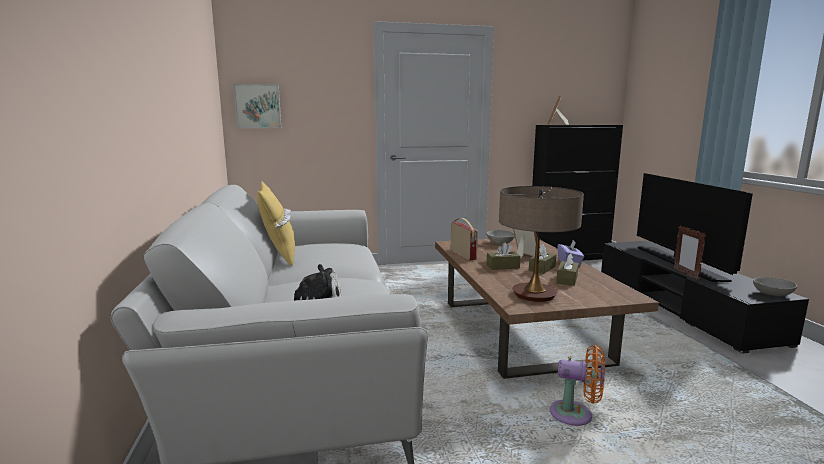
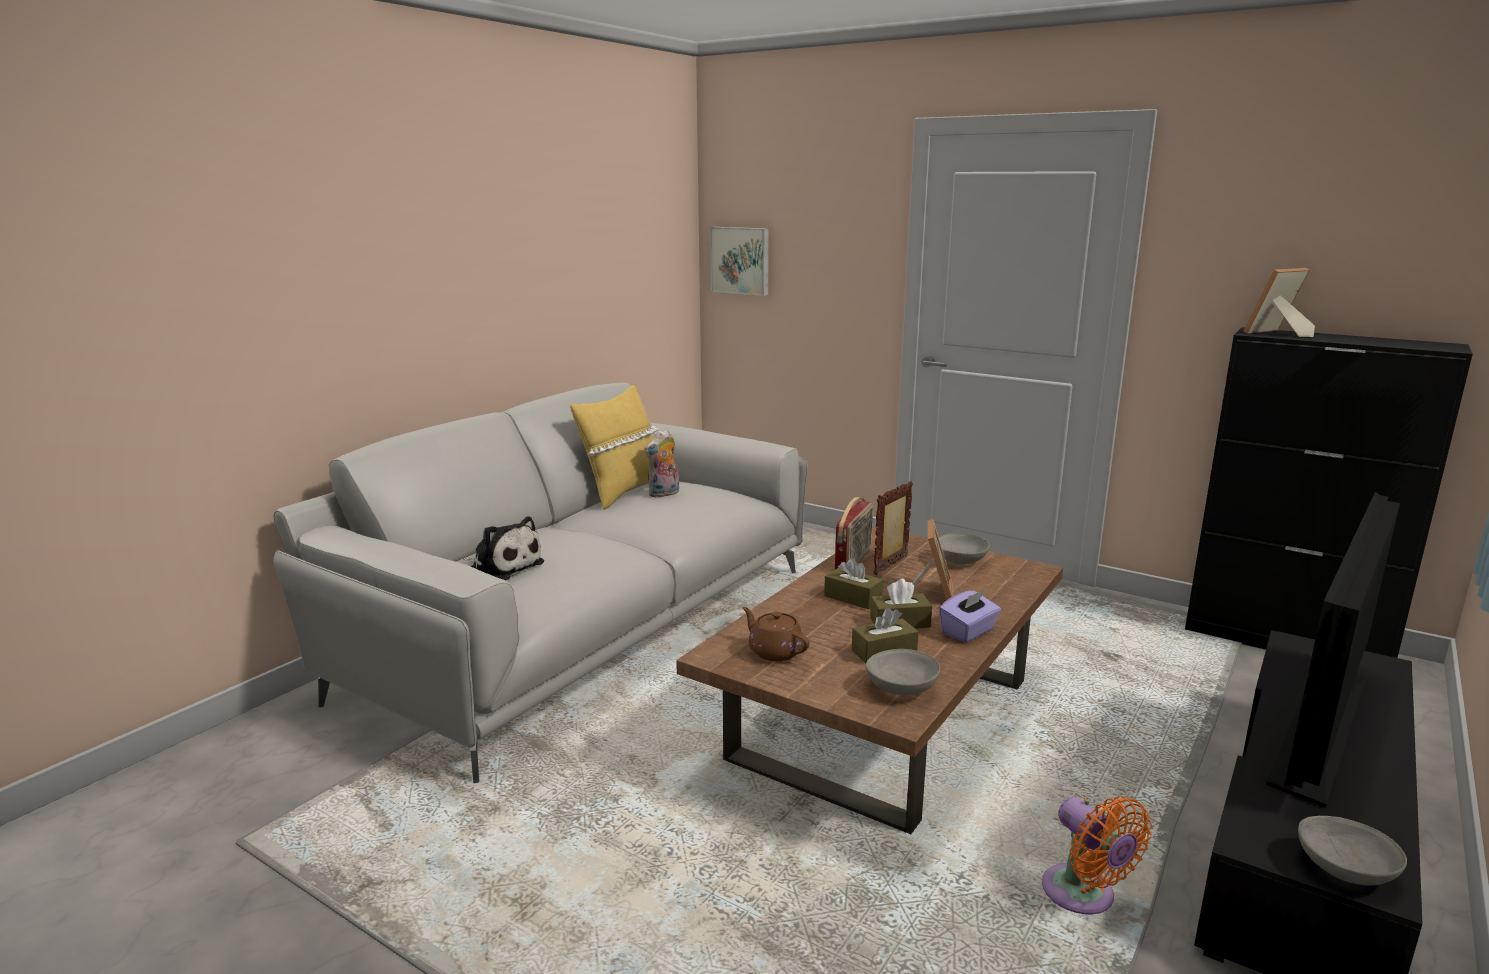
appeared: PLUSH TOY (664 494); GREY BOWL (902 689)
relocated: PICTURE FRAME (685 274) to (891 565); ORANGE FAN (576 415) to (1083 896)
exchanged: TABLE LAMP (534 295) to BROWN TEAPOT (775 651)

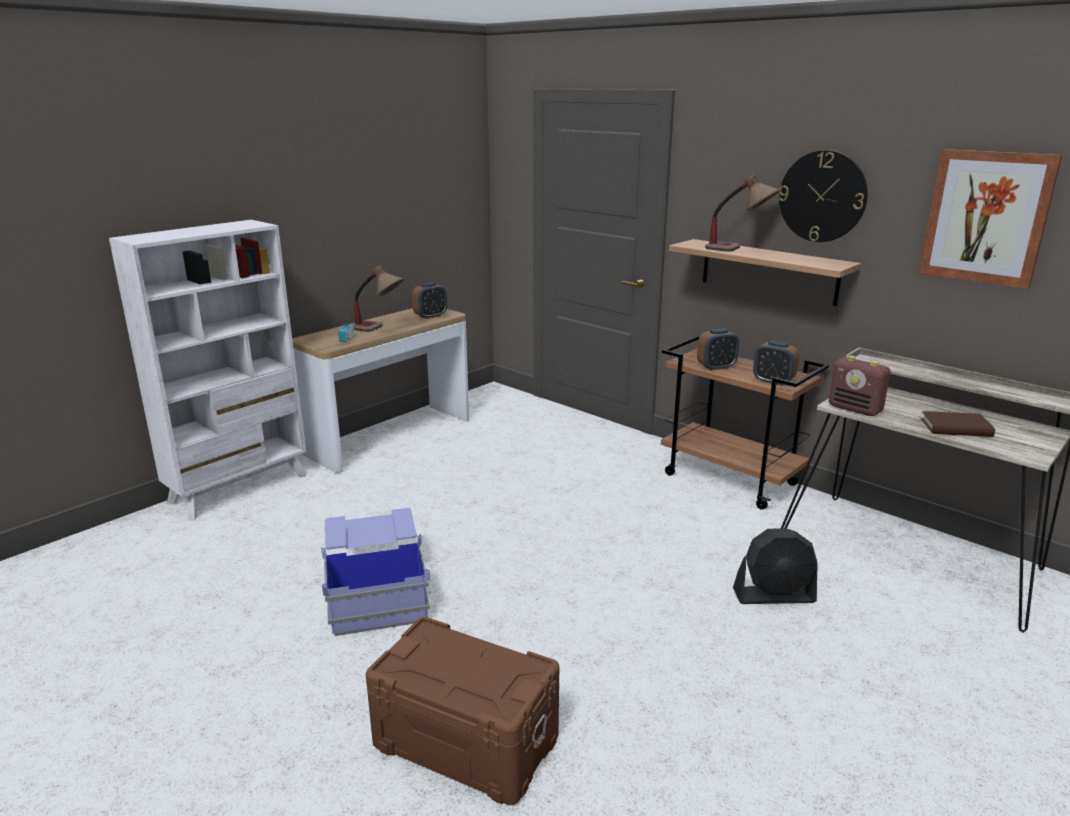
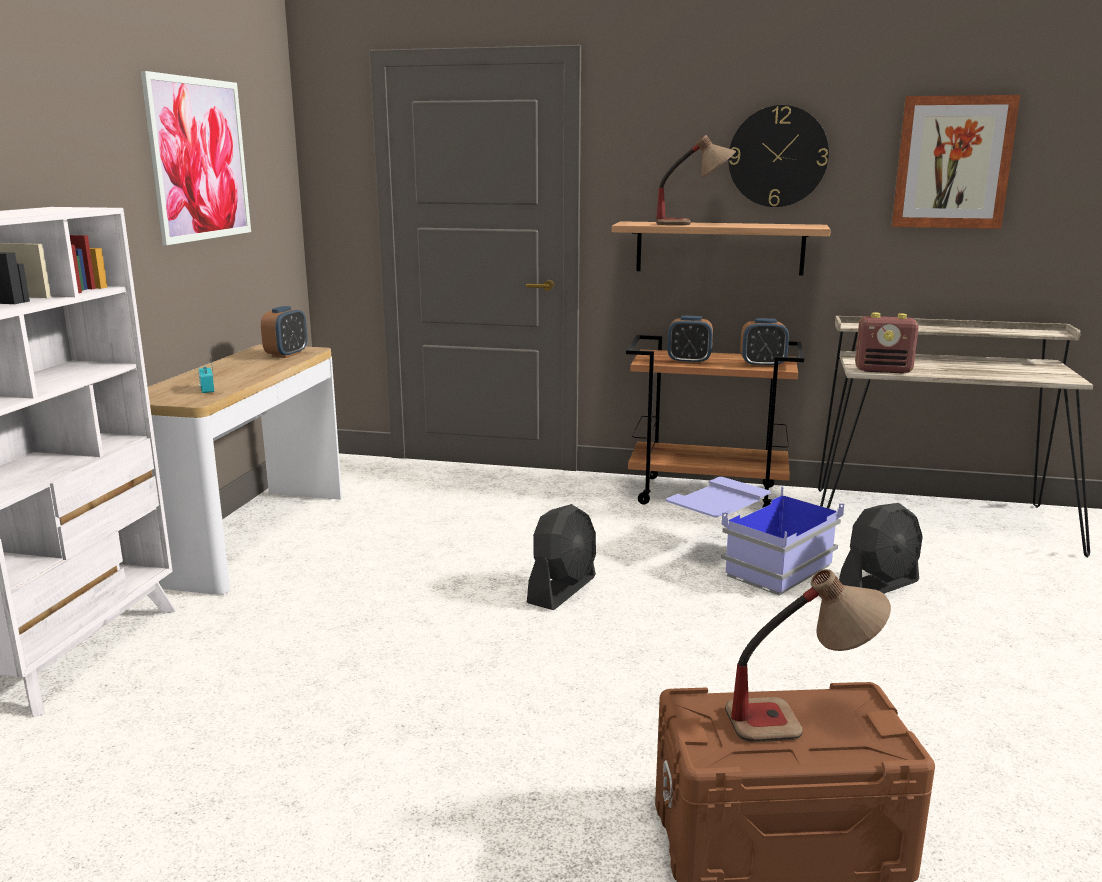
missing: BROWN BOOK (956 428)
appeared: PICTURE (199 159); BLACK FAN (562 590)
relocated: TABLE LAMP (379 329) to (800 720); BLUE STORAGE BOX (376 591) to (747 559)
spun: ALARM CLOCK (716 367) = (689 362) 60 degrees clockwise

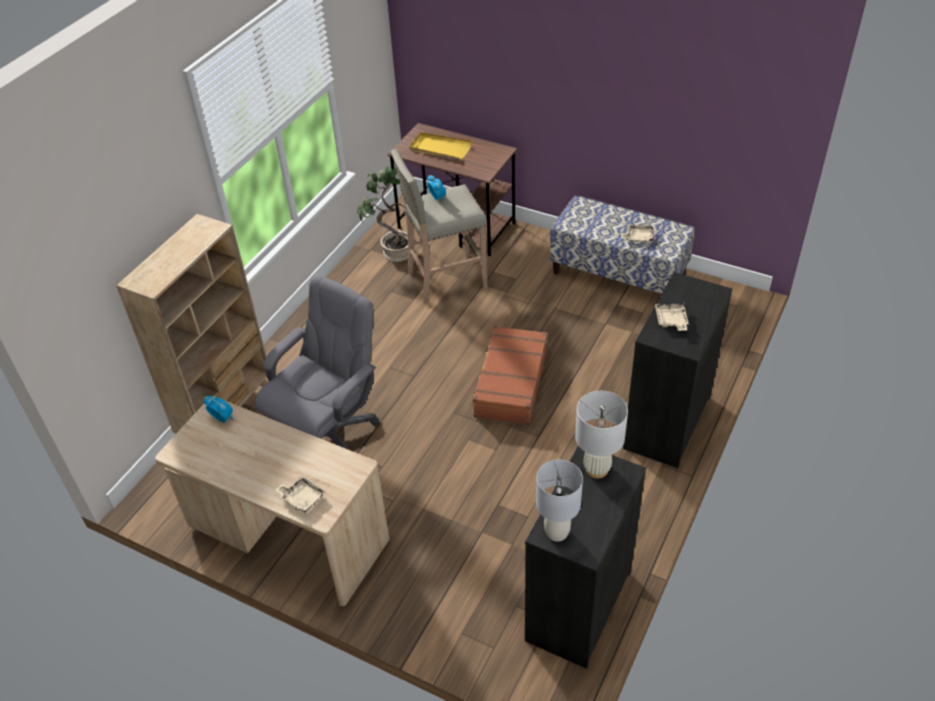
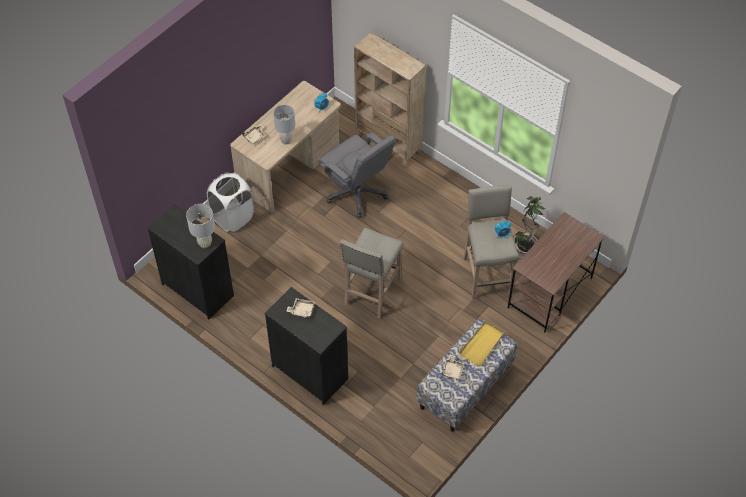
appeared: WHITE LAUNDRY BASKET (232 217)
relocated: YELLOW TRAY (440 148) to (482 344); GREY TABLE LAMP (557 533) to (286 140)
exchanged: BROWN SUITCASE (510 383) to BEIGE STOOL (371 293)

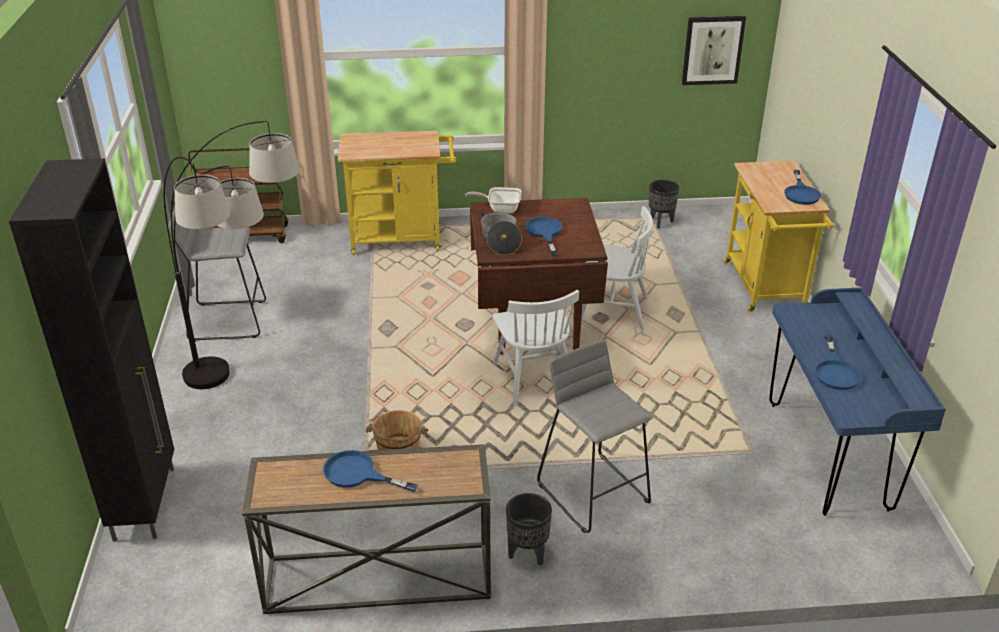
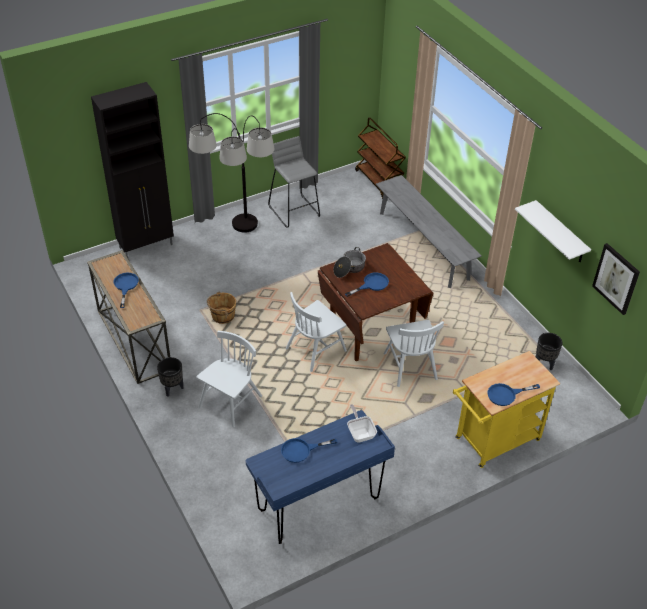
appeared: WHITE SHELF (560 233)
relocated: FRYING PAN (500 209) to (360 433)
exchanged: YELLOW CART (402 239) to GREY BENCH (423 245); GREY STOOL (593 492) to WHITE CHAIR (230 402)

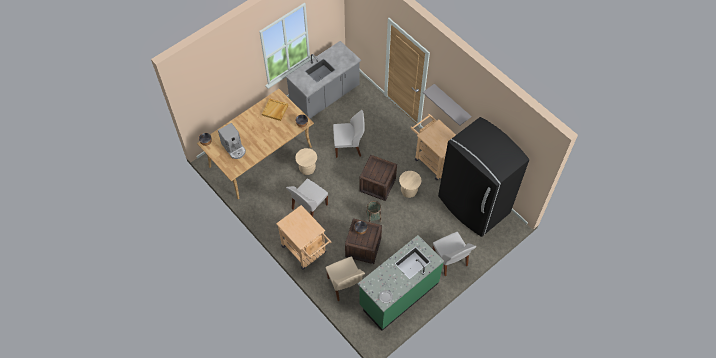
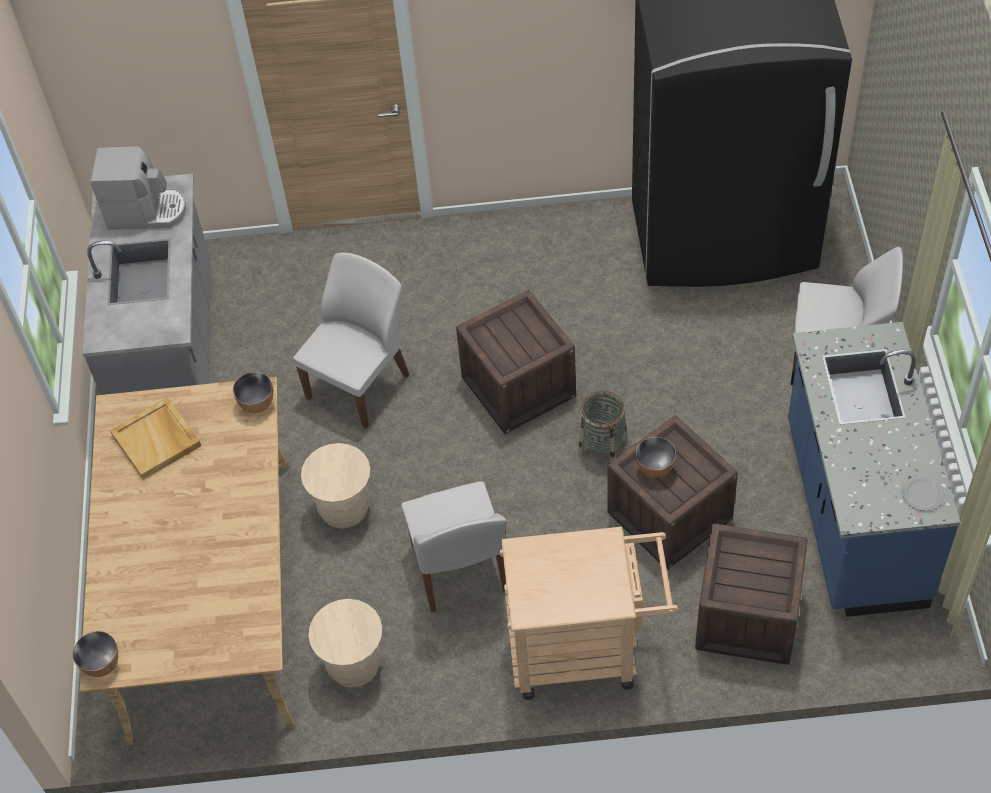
missing: GREY SHELF (451 104); BEIGE CART (433 160)
relocated: COFFEE MACHINE (234 148) to (146 211); BEIGE STOOL (409 191) to (354 666)
exchanged: BEIGE CHAIR (345 285) to CRATE (747 616)
colour: GREEN COUNTER (398 294) to BLUE COUNTER (852 515)

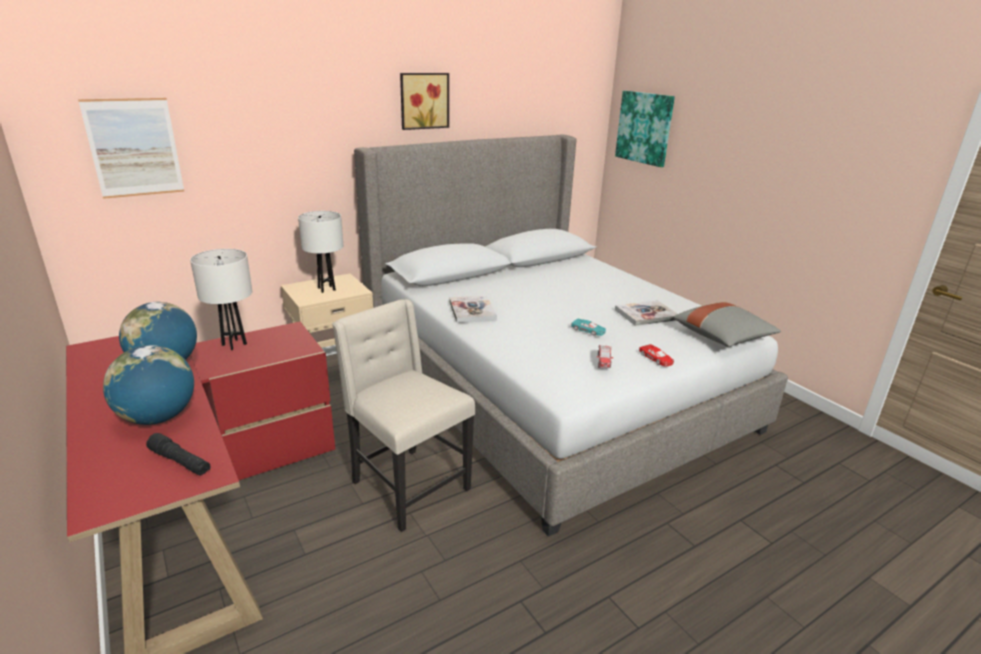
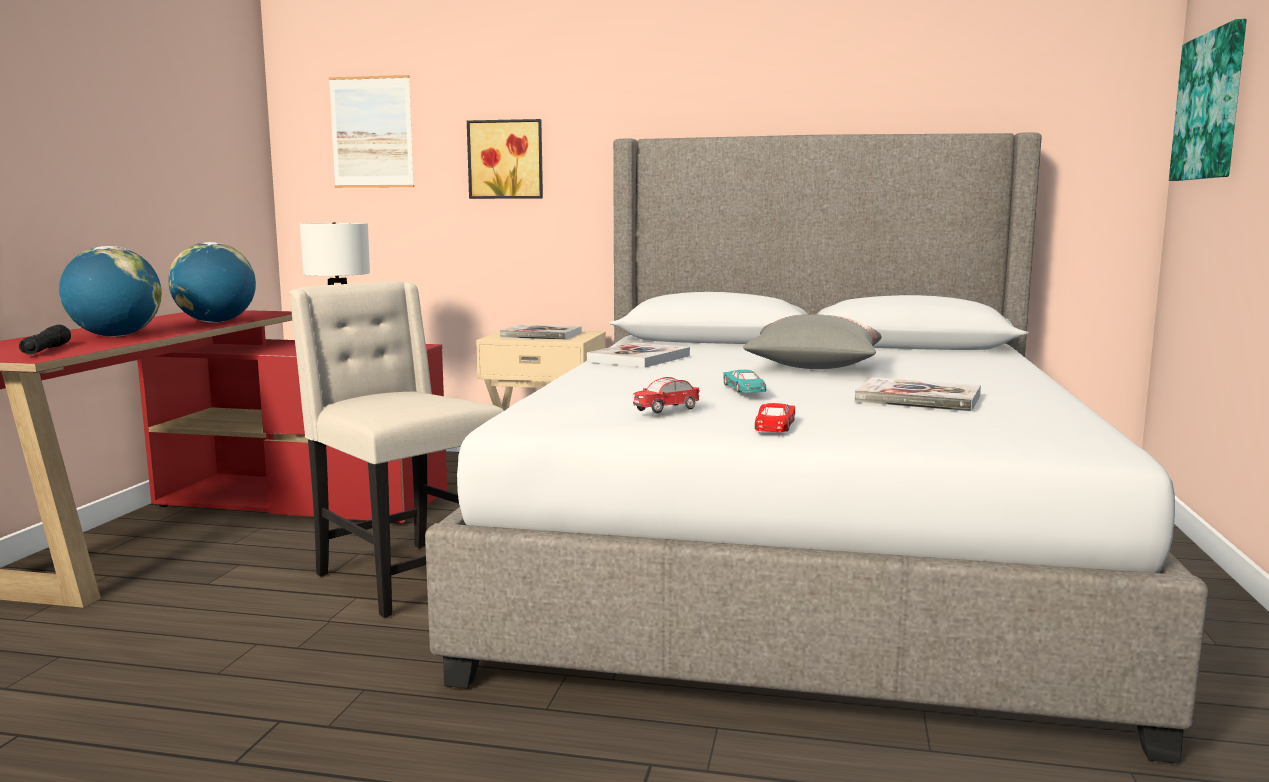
relocated: PICTURE (423 100) to (506 159); GREY PILLOW (723 338) to (813 368)
exchanged: WHITE TABLE LAMP (326 289) to BOOK (541 335)
spun: BEIGE CHAIR (407 486) = (405 577) 45 degrees counterclockwise

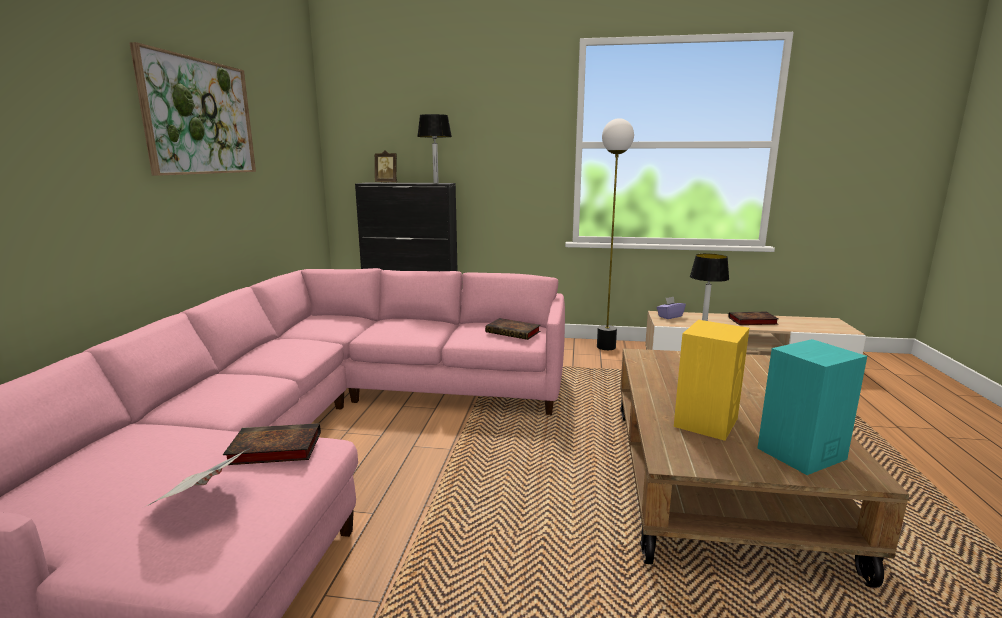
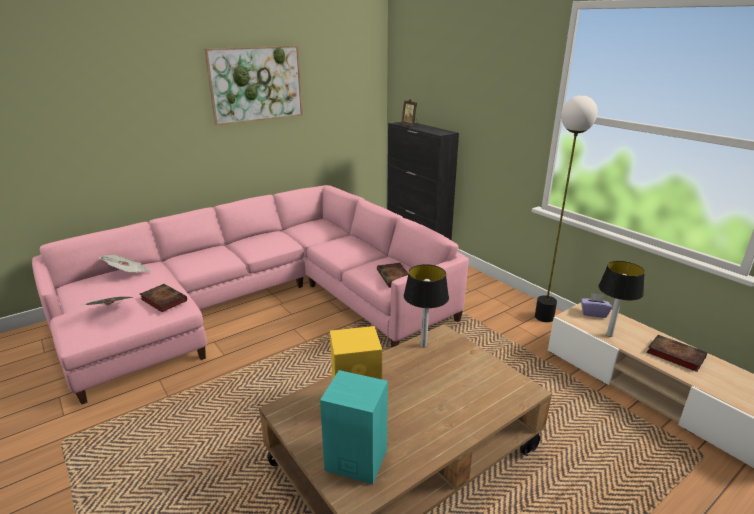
appeared: NEWSPAPER (128 274)
relocated: TABLE LAMP (436 183) to (424 345)

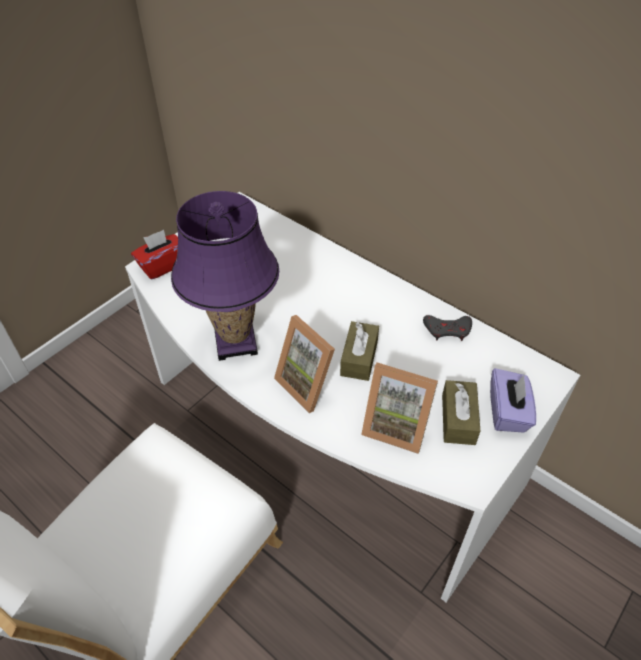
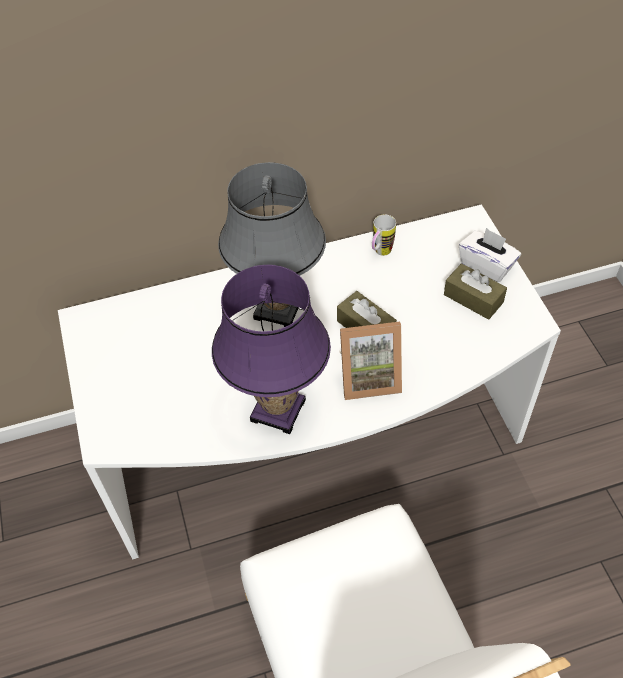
missing: RED TISSUE BOX (163 265); PICTURE FRAME (396 425)
appeared: GREY TABLE LAMP (278 308)
exchanged: GREY GAME CONTROLLER (447 330) to MUG (380 253)
colour: PURPLE TISSUE BOX (507 412) to WHITE TISSUE BOX (487 265)

